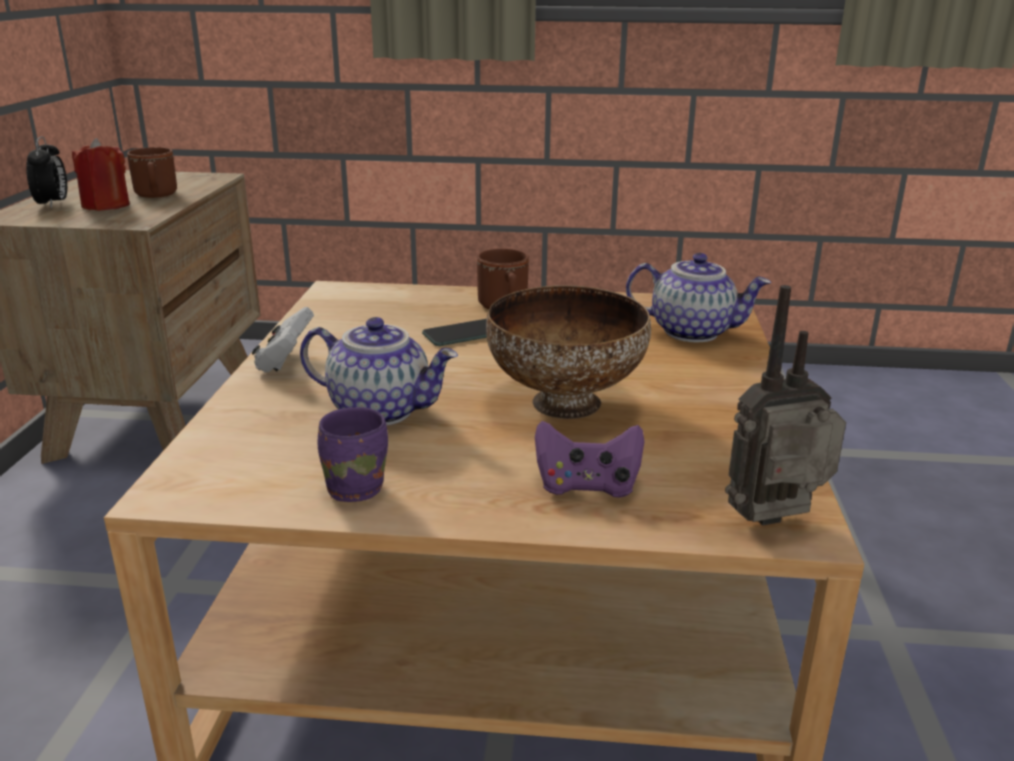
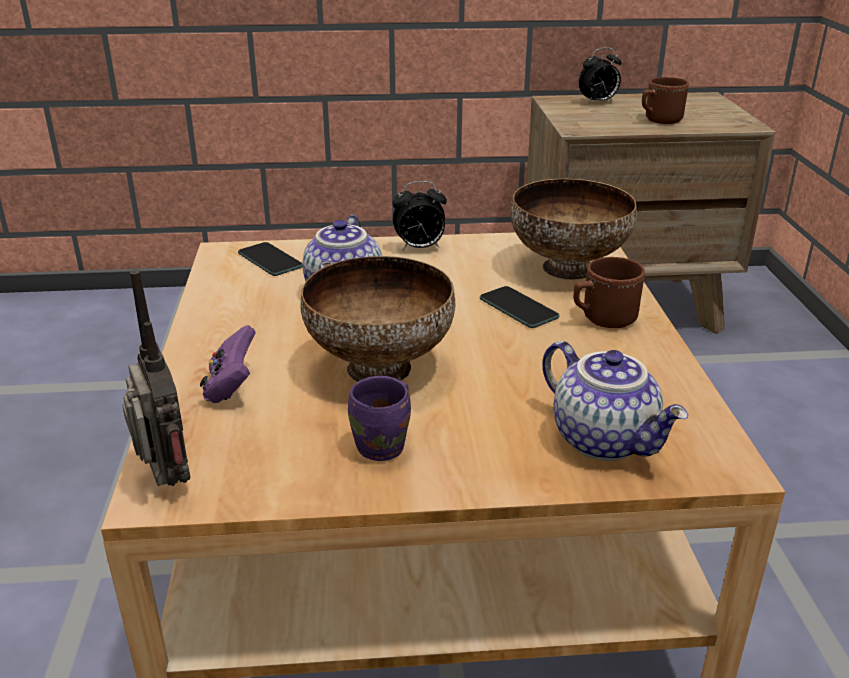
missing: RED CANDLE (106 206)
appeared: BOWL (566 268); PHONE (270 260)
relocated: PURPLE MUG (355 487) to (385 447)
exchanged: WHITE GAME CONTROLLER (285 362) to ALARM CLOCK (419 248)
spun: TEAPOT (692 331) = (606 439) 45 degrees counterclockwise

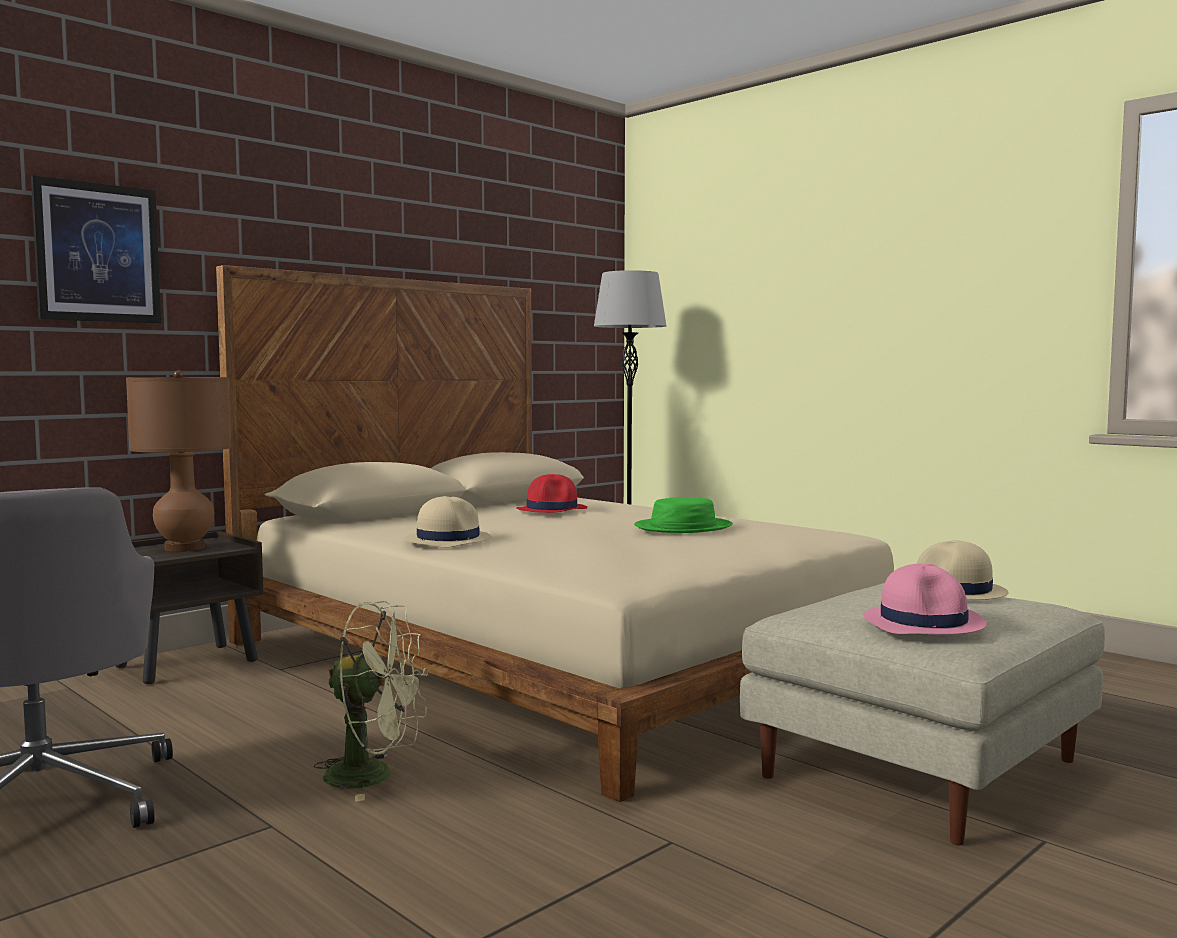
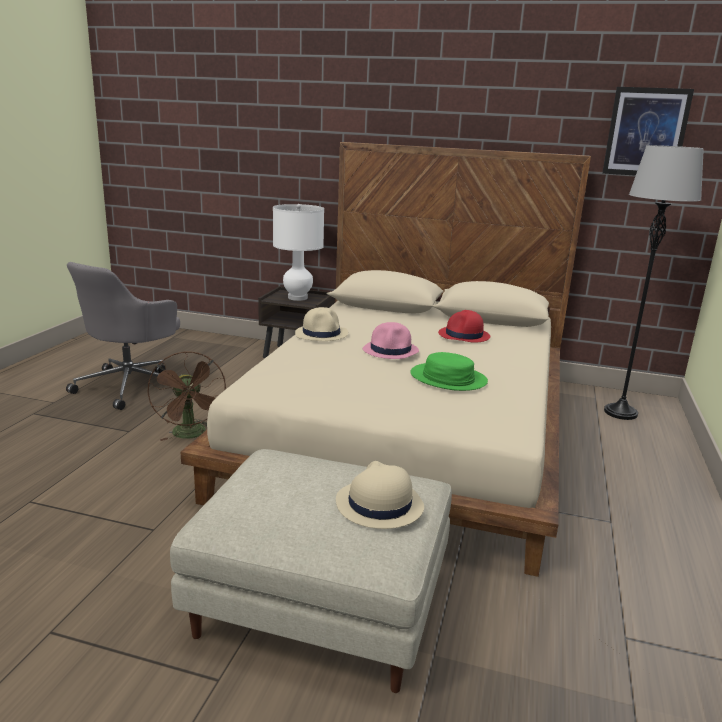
relocated: PICTURE (97 253) to (646 132); PINK HAT (924 622) to (391 350)
colour: BROWN TABLE LAMP (185 548) to WHITE TABLE LAMP (298 298); GREEN FAN (374 776) to BROWN FAN (191 435)

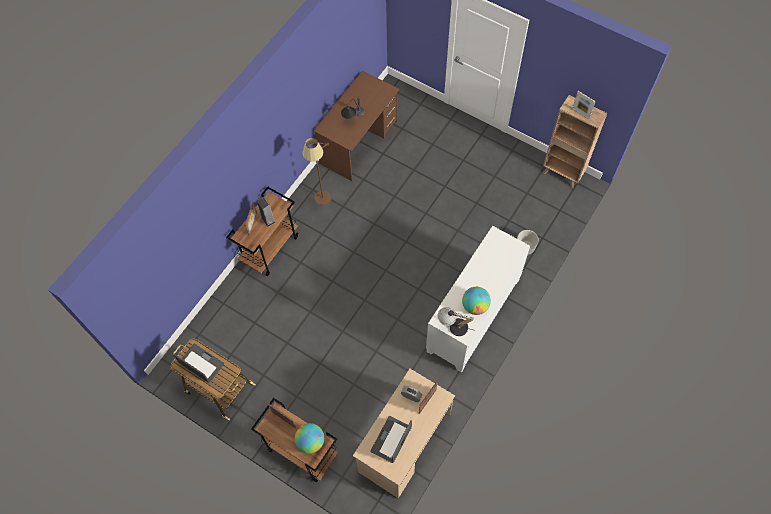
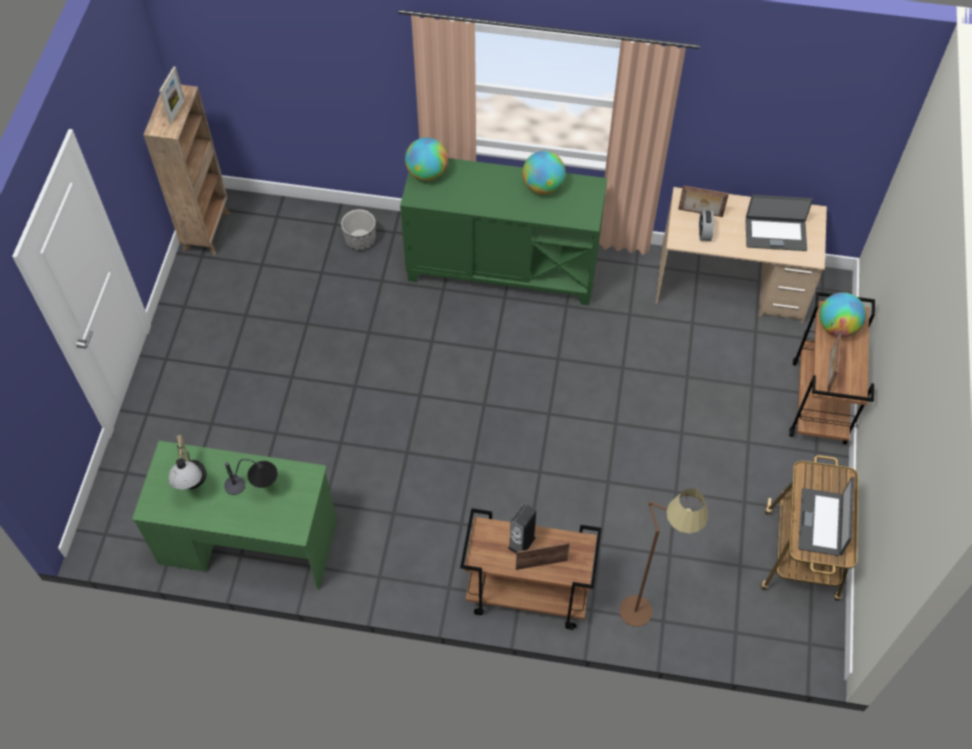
appeared: GLOBE (427 173)
relocated: BROWN FLOOR LAMP (323 204) to (648 603); TABLE LAMP (453 326) to (191 483)
colour: BROWN DESK (359 142) to GREEN DESK (248 541); WHITE CABINET (474 316) to GREEN CABINET (503 267)

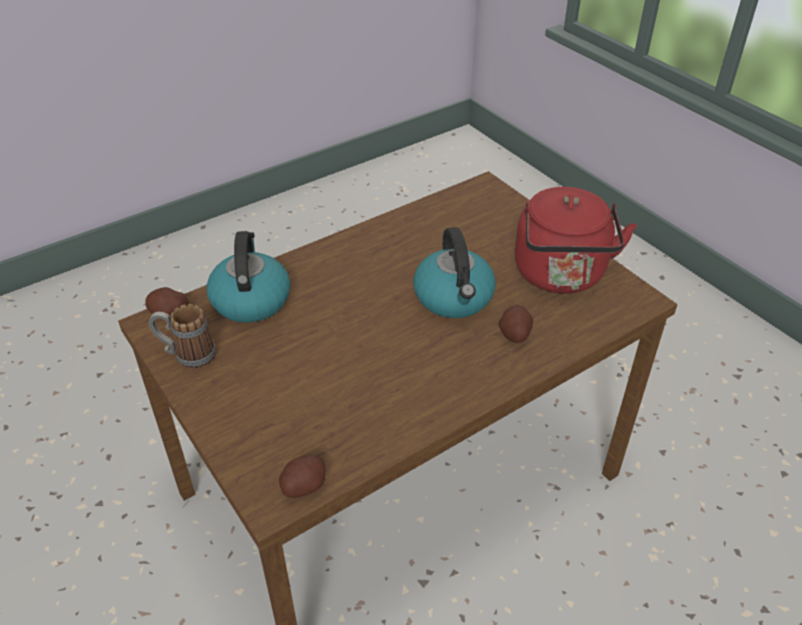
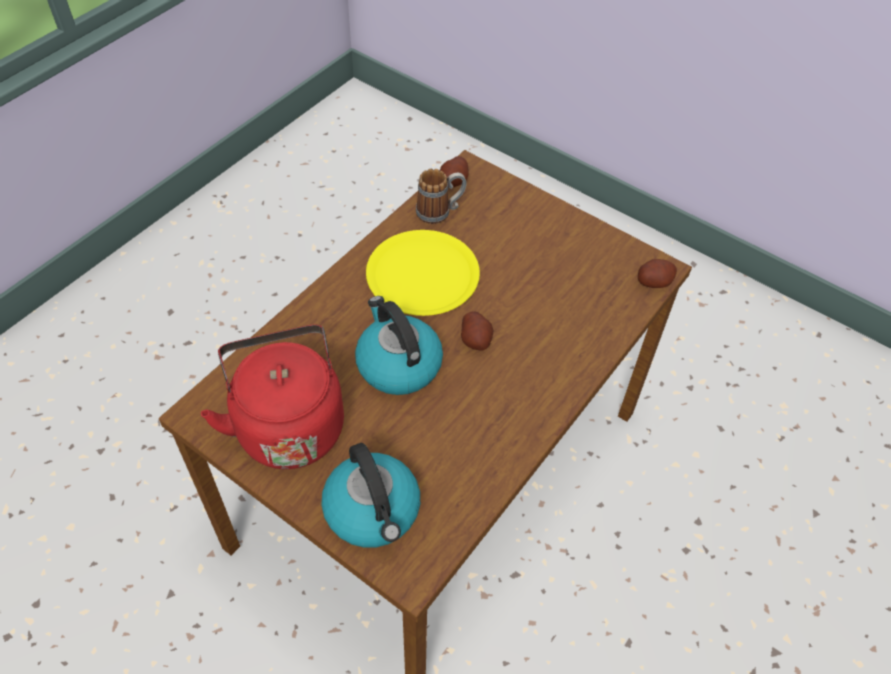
appeared: YELLOW PLATE (423 274)
relocated: KETTLE (250 299) to (373 511); MUG (187 355) to (440 212); POTATO (514 334) to (476 339)

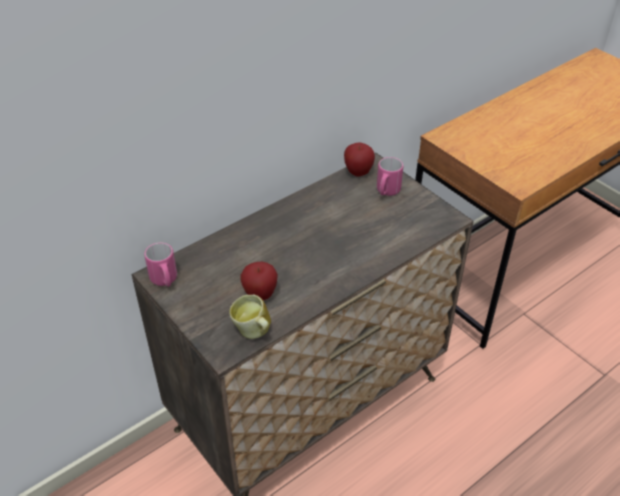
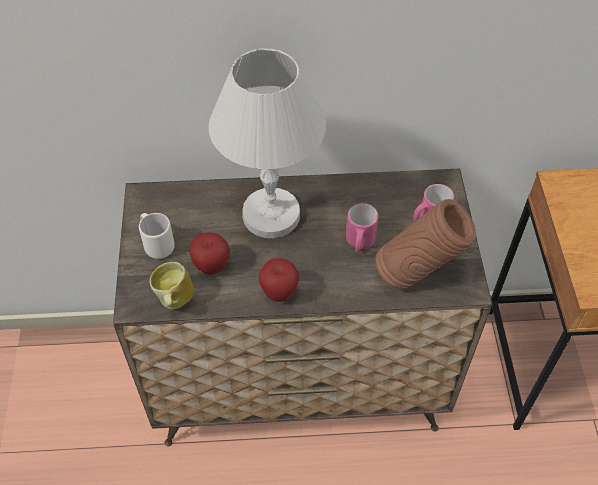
appeared: WHITE TABLE LAMP (270 215); BROWN VASE (417 275); WHITE MUG (156 244)
relocated: APPLE (358 172) to (279 292); PINK MUG (165 281) to (359 243)

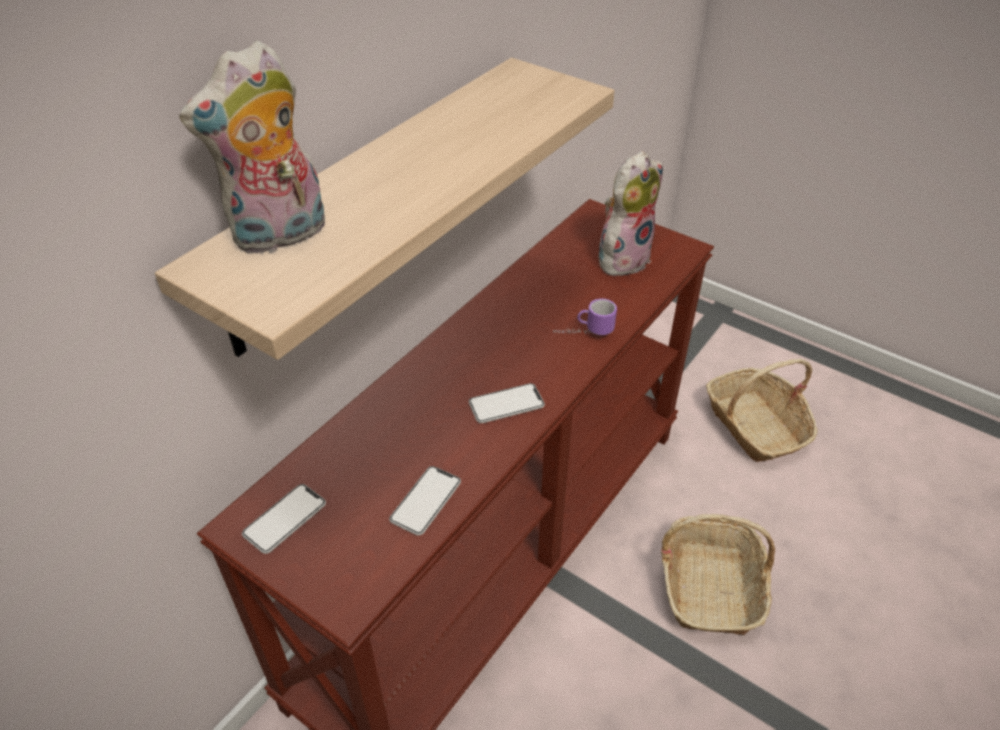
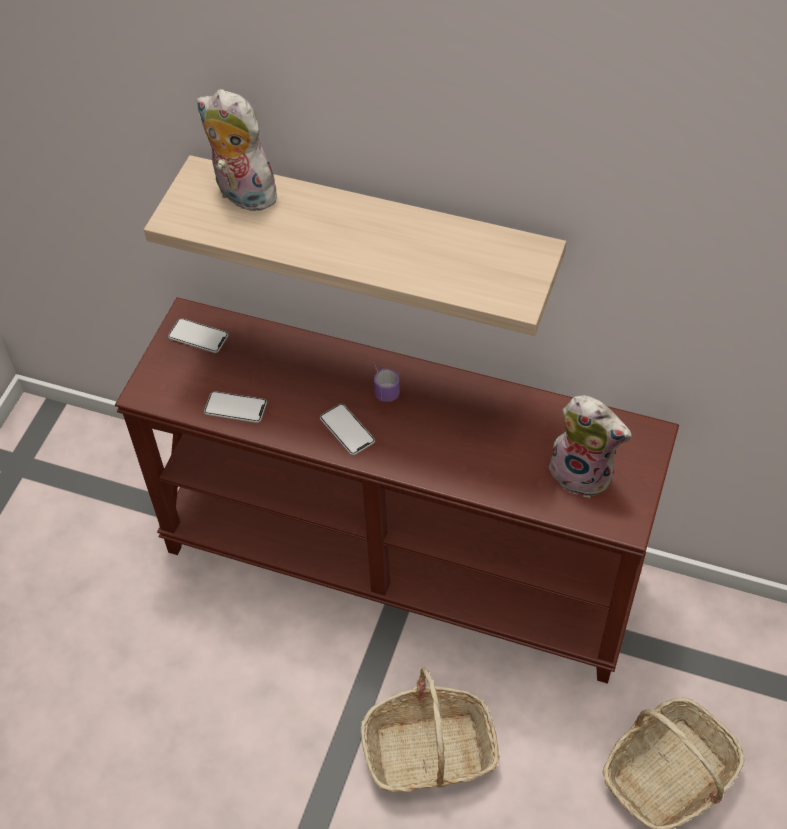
relocated: MUG (583 333) to (383 385)

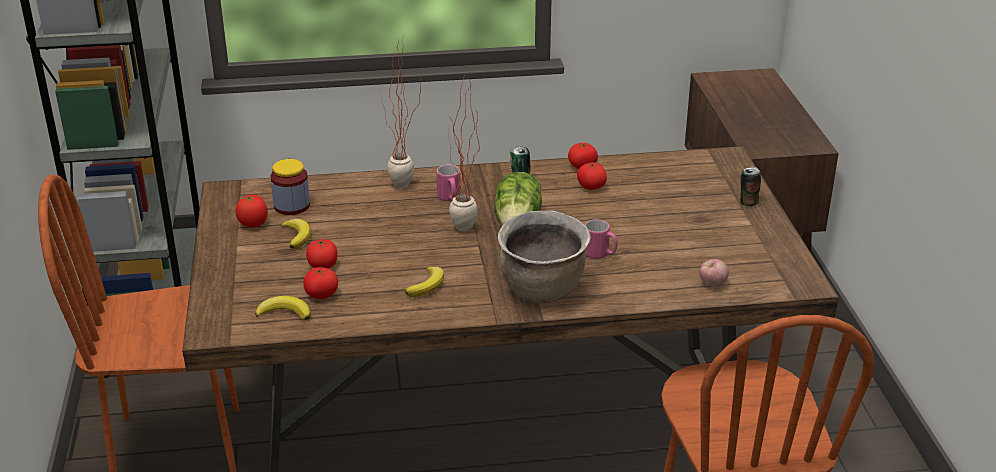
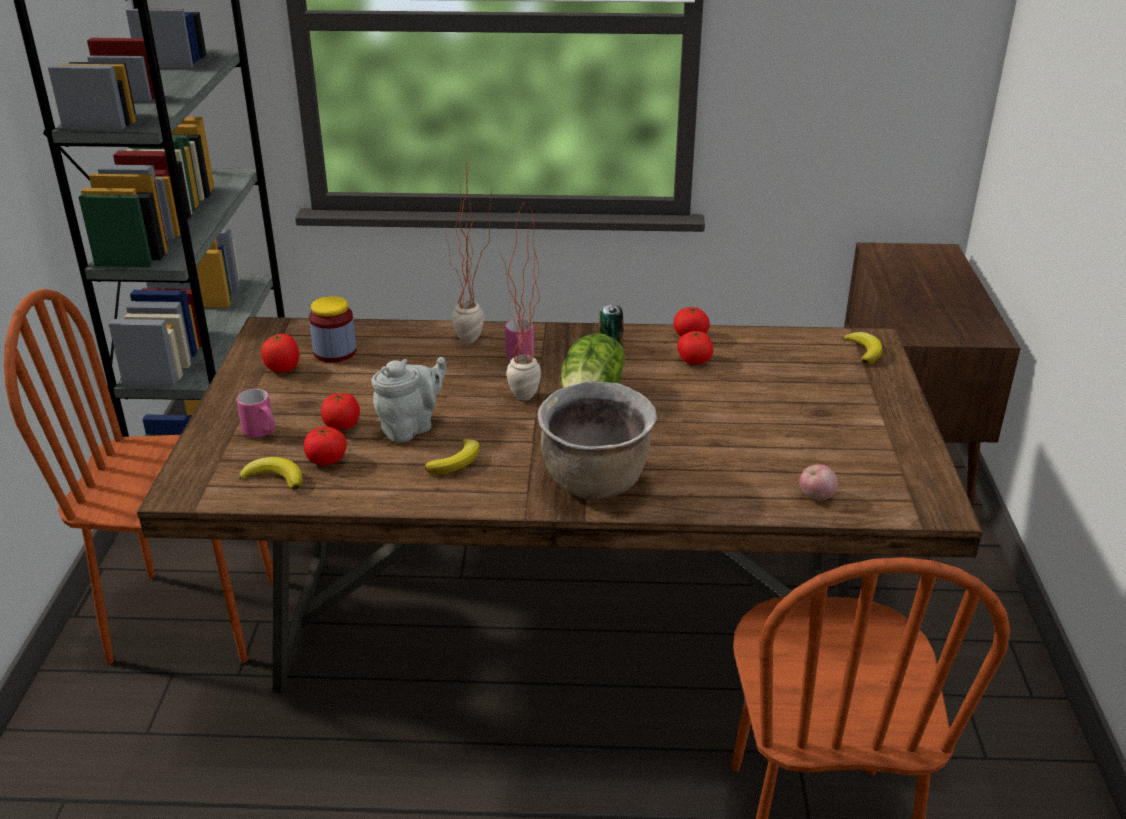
missing: CAN (748 202)
appeared: GREY TEAPOT (410 427)
relocated: BANANA (297 236) to (864 351); PINK MUG (600 254) to (262 433)

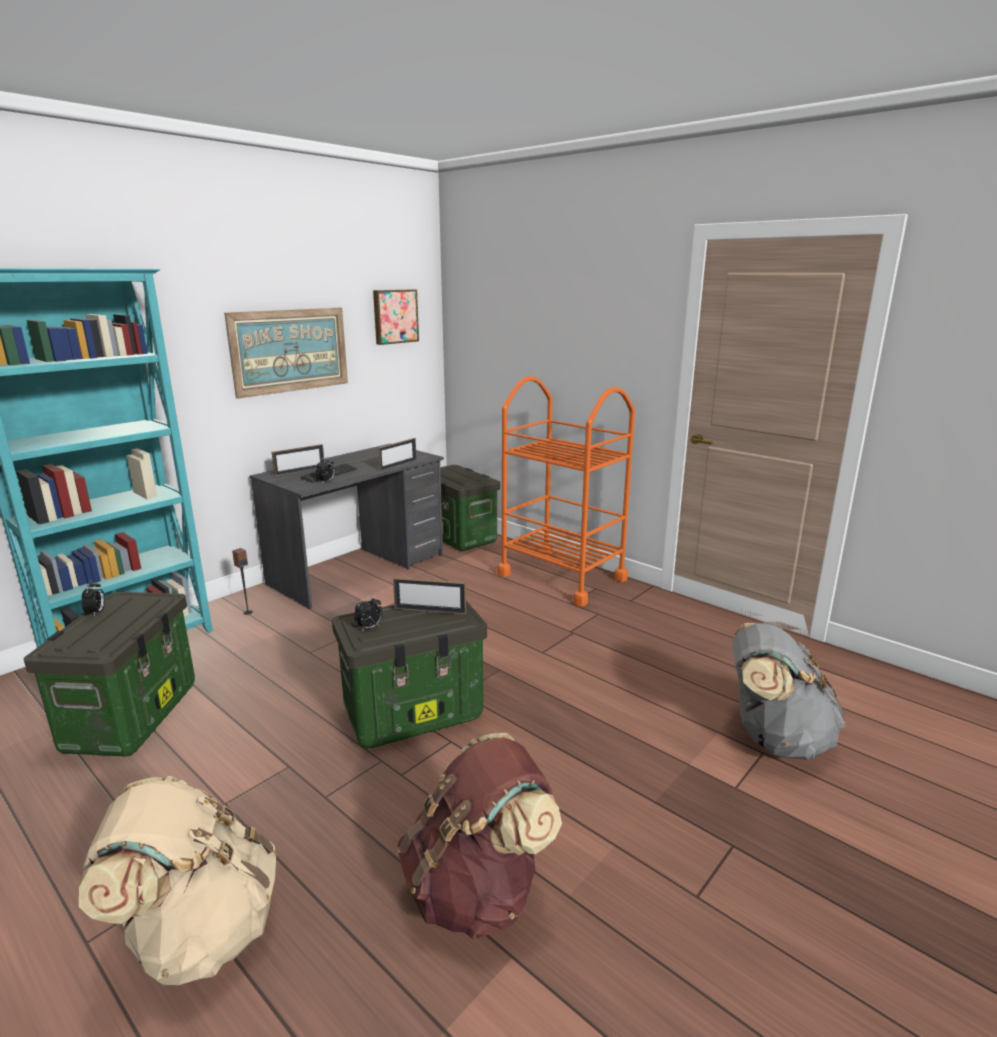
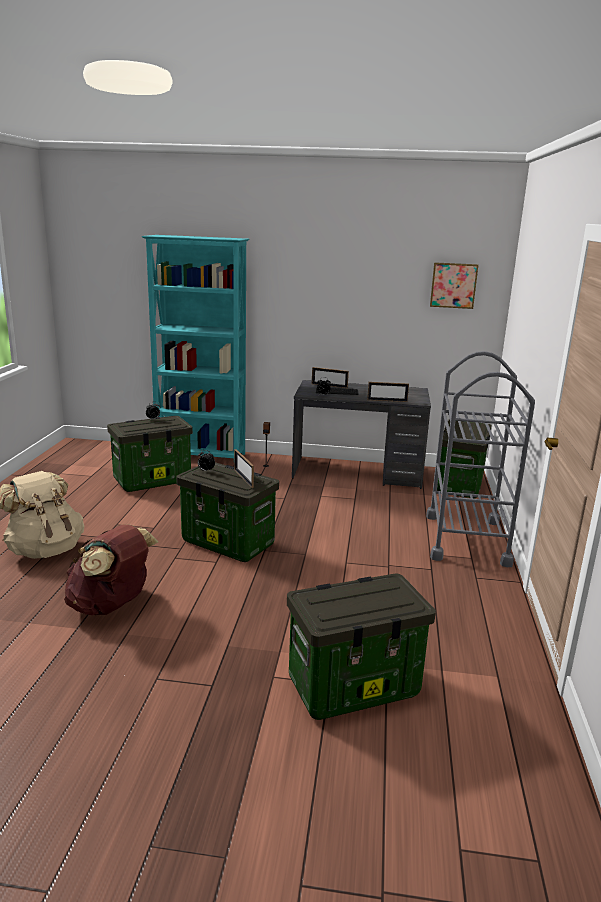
missing: PICTURE (290 350)
exchanged: GREY BACKPACK (774 738) to STORAGE BOX (354 686)
colour: ORANGE CART (562 577) to GREY CART (466 539)

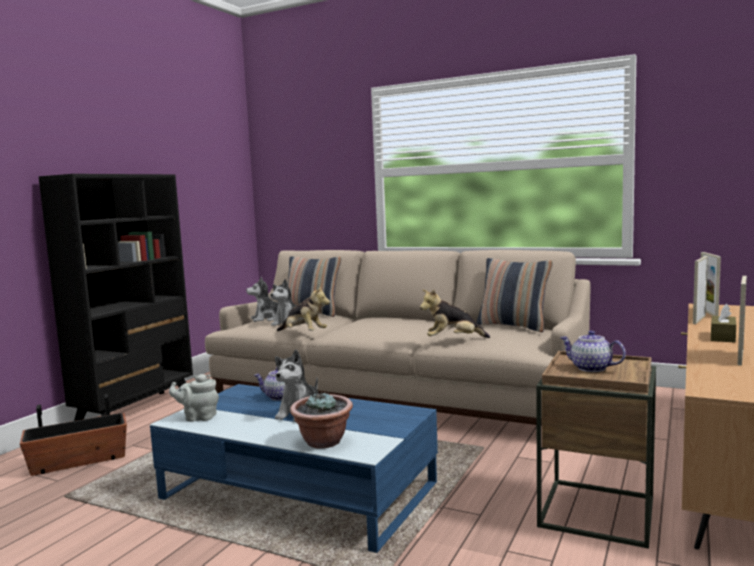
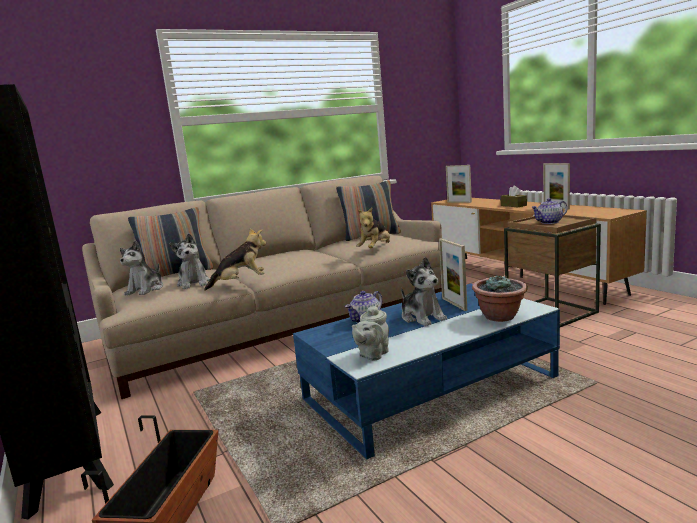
relocated: PICTURE FRAME (699 320) to (454 304)

